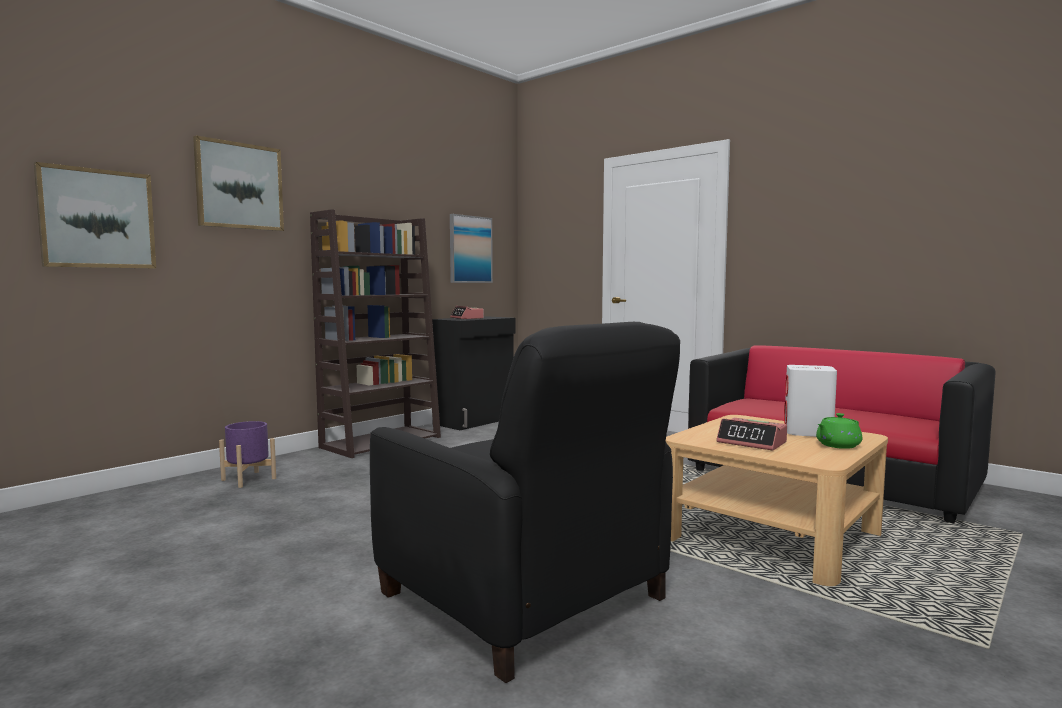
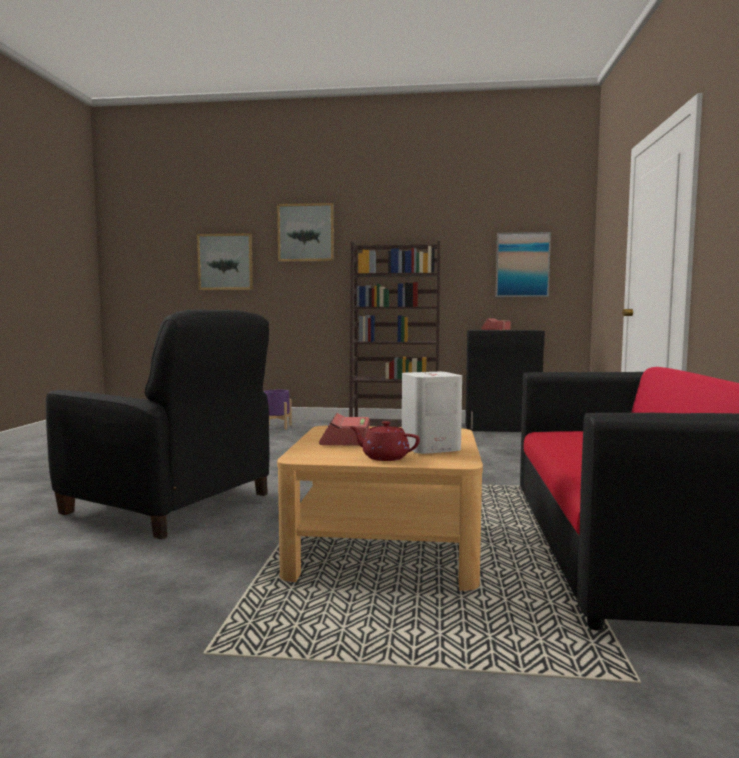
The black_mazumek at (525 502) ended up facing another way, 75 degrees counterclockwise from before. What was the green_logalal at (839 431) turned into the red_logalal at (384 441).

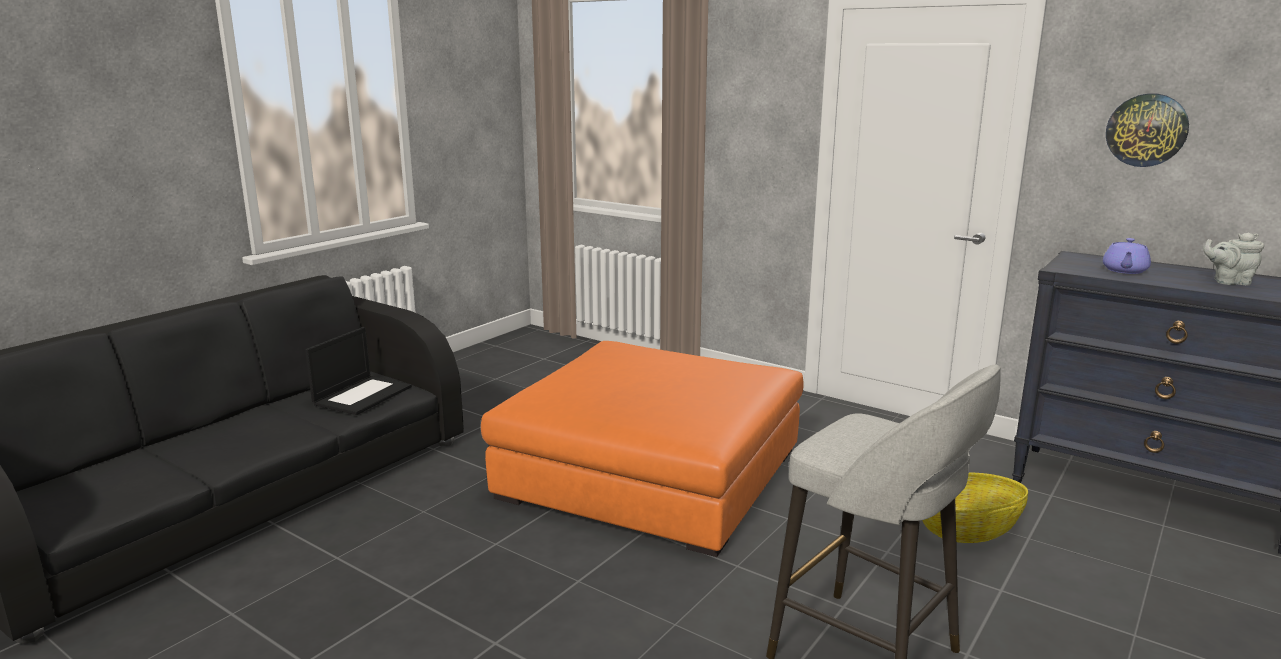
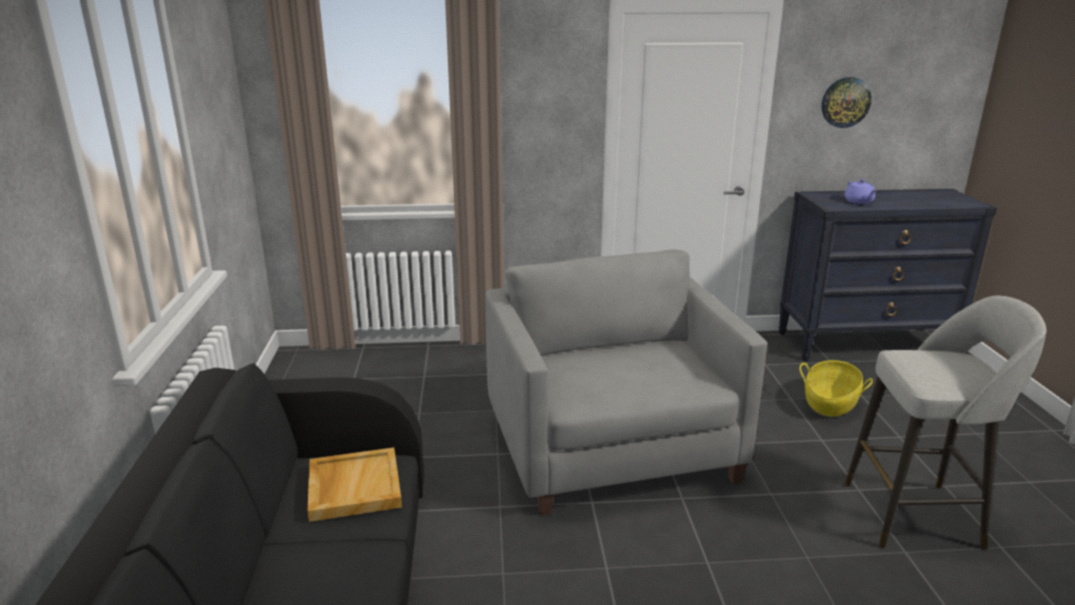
Where the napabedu stood at (358 371), the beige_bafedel came to stand at (354 484). Where the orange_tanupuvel stood at (642 449), the grey_mazumek came to stand at (626 382). The second view lost the grey_logalal at (1233 258).

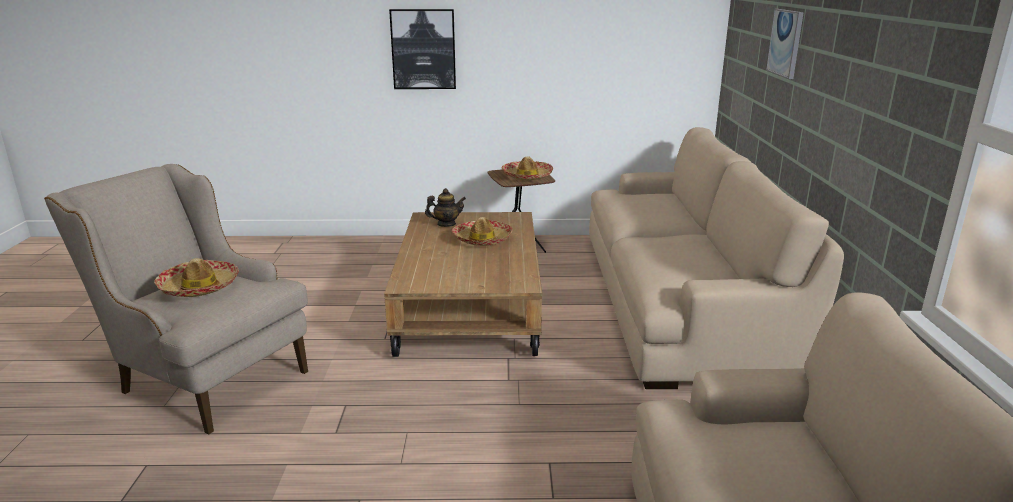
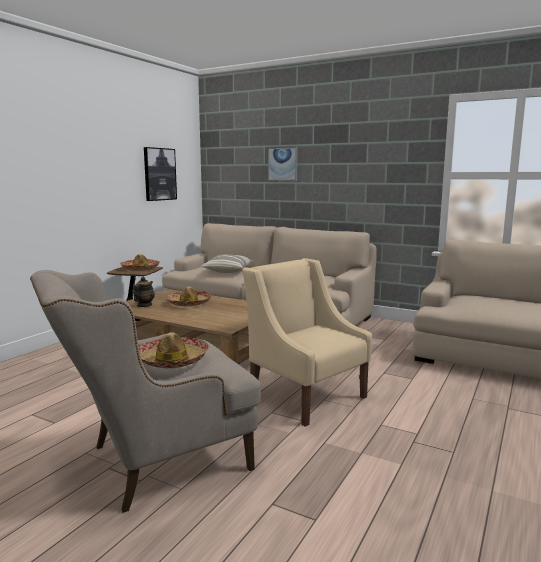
The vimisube ended up elsewhere, having gone from (422 49) to (160 174). The second view gained the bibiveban at (227 264). The second view gained the beige_mazumek at (307 342).

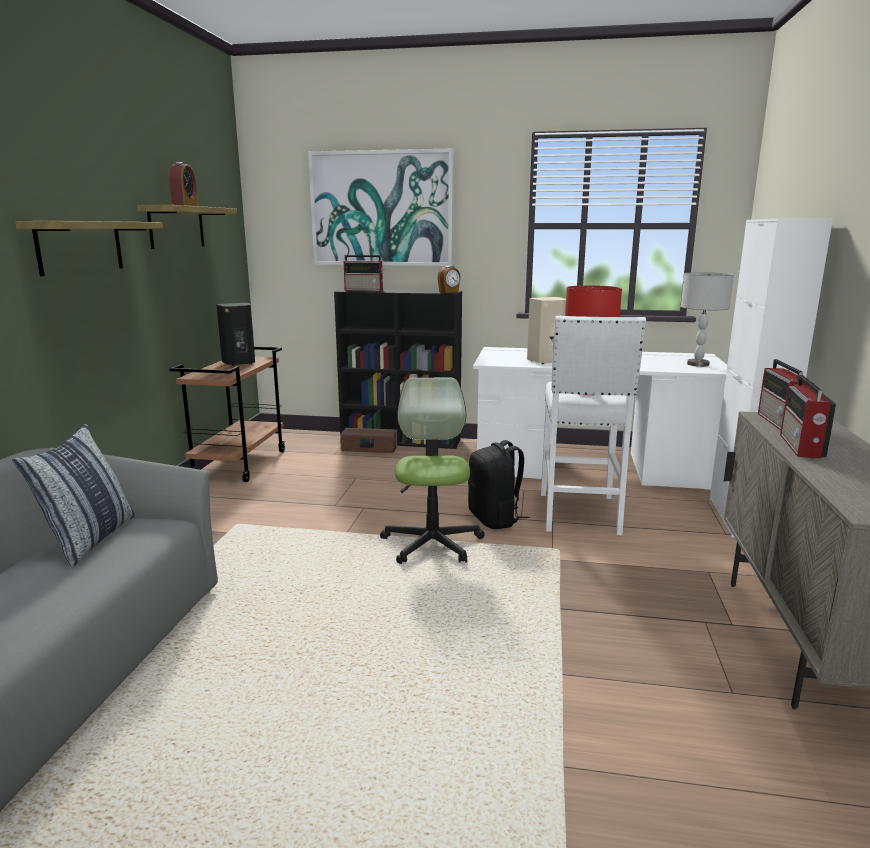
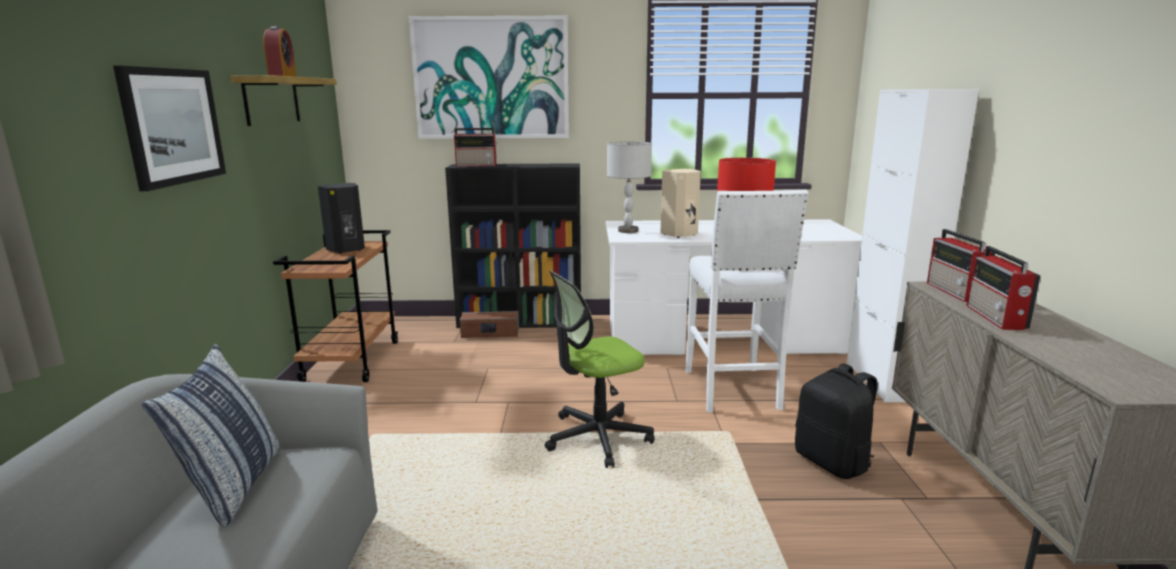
Where the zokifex hung at (89 248), the vimisube came to hang at (169 128). The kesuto at (432 471) ended up facing another way, 105 degrees counterclockwise from before. The second view lost the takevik at (449 279). The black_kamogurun ended up elsewhere, having gone from (499 484) to (836 421). The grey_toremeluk ended up elsewhere, having gone from (707 319) to (629 187).

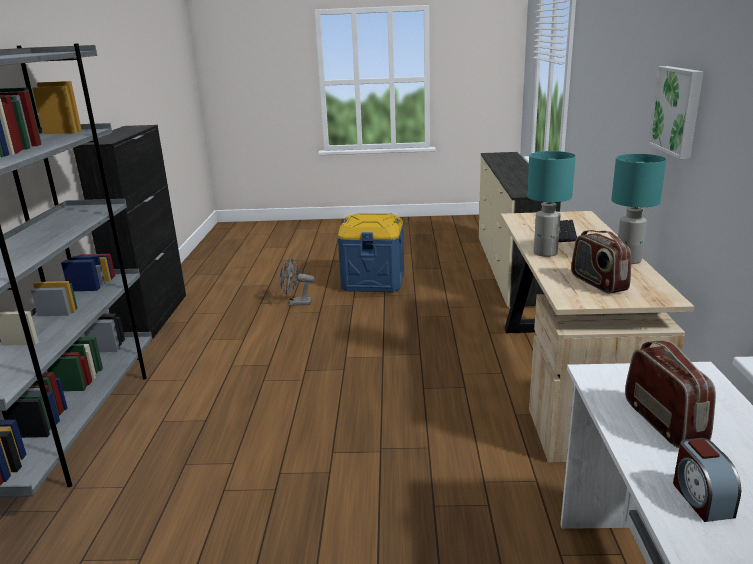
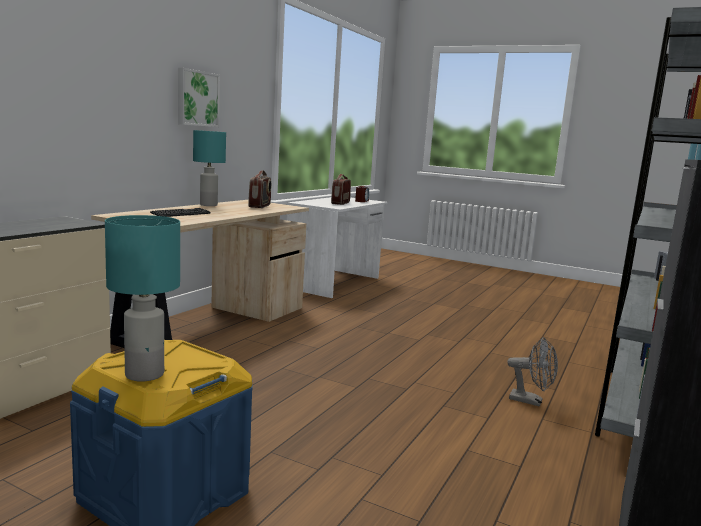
The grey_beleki ended up elsewhere, having gone from (297 282) to (532 372). The turquoise_toremeluk ended up elsewhere, having gone from (551 204) to (142 298).

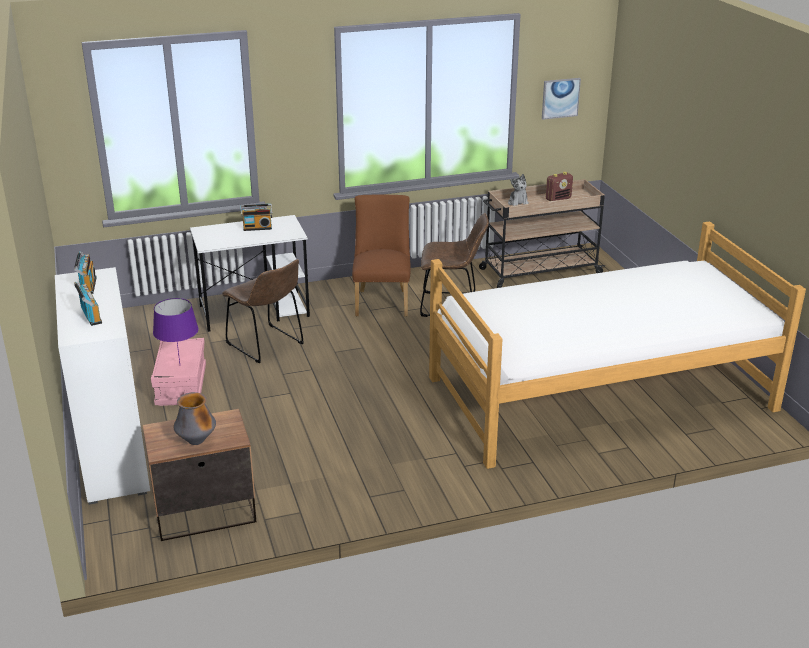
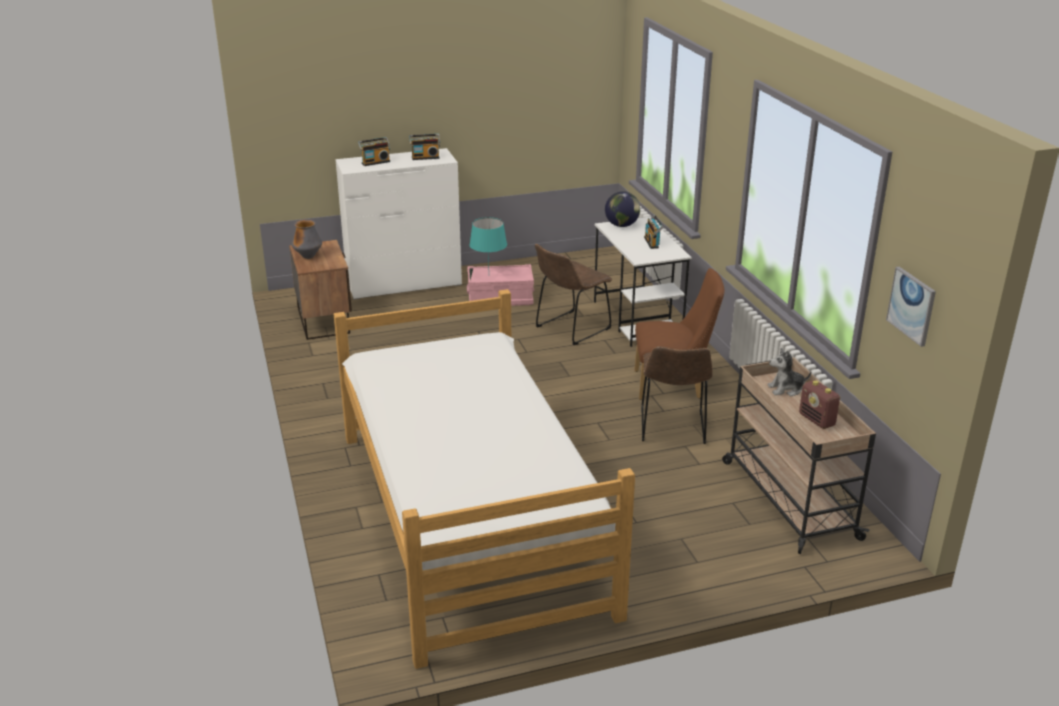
What was the purple_toremeluk at (176 330) turned into the turquoise_toremeluk at (488 241). The second view gained the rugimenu at (622 209).

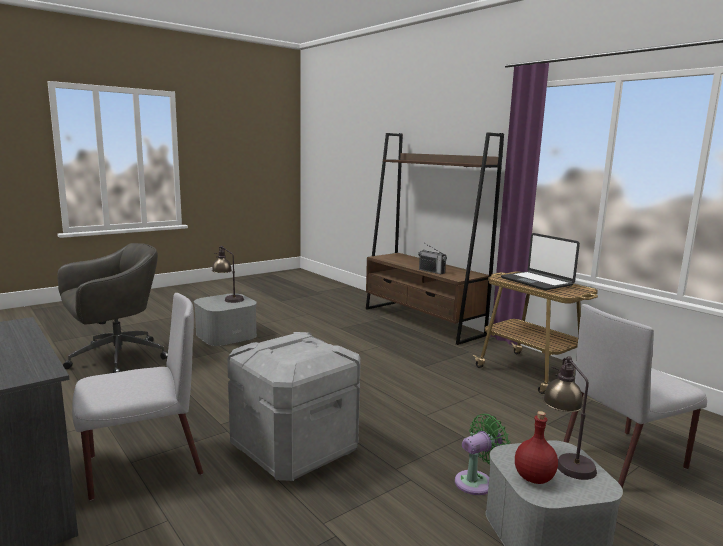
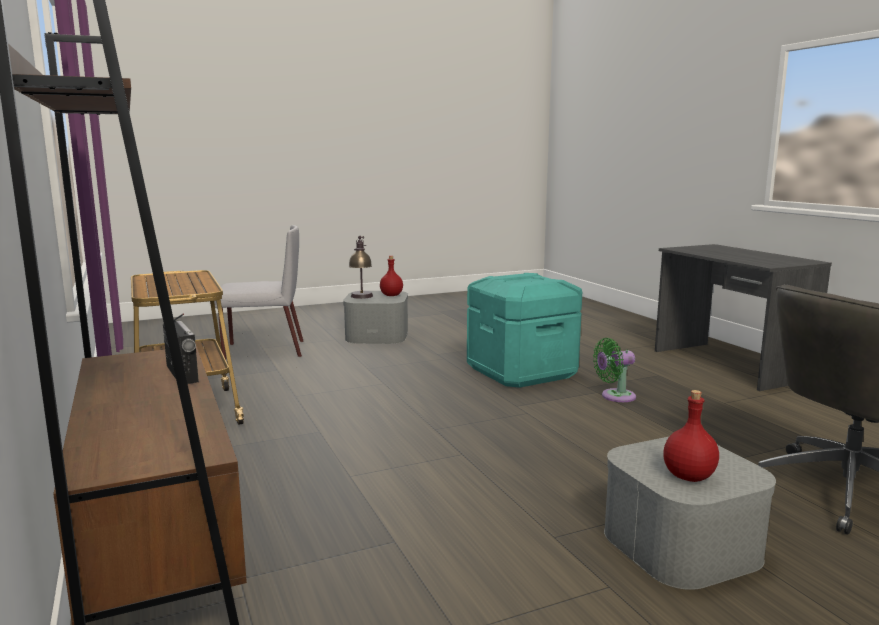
The second view lost the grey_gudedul at (137 396). Where the toremeluk stood at (228 274), the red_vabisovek came to stand at (691 436). What was the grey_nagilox at (294 406) turned into the turquoise_nagilox at (524 330). The green_beleki ended up elsewhere, having gone from (482 454) to (614 370). The second view lost the napabedu at (540 261).

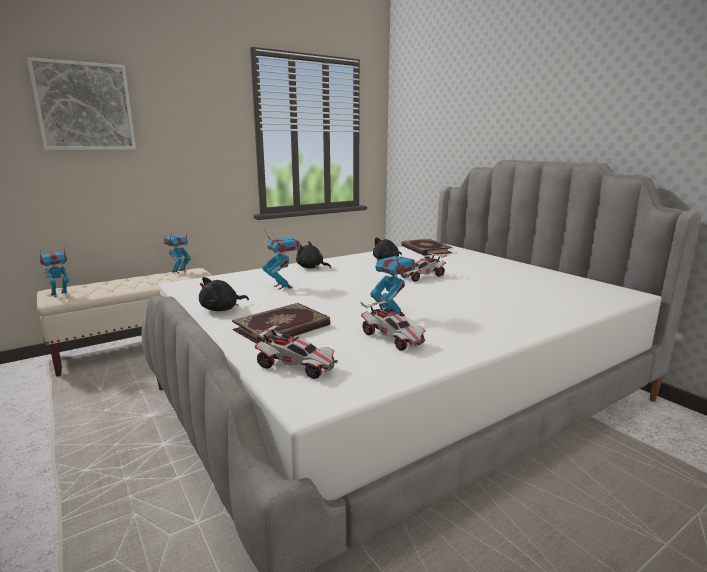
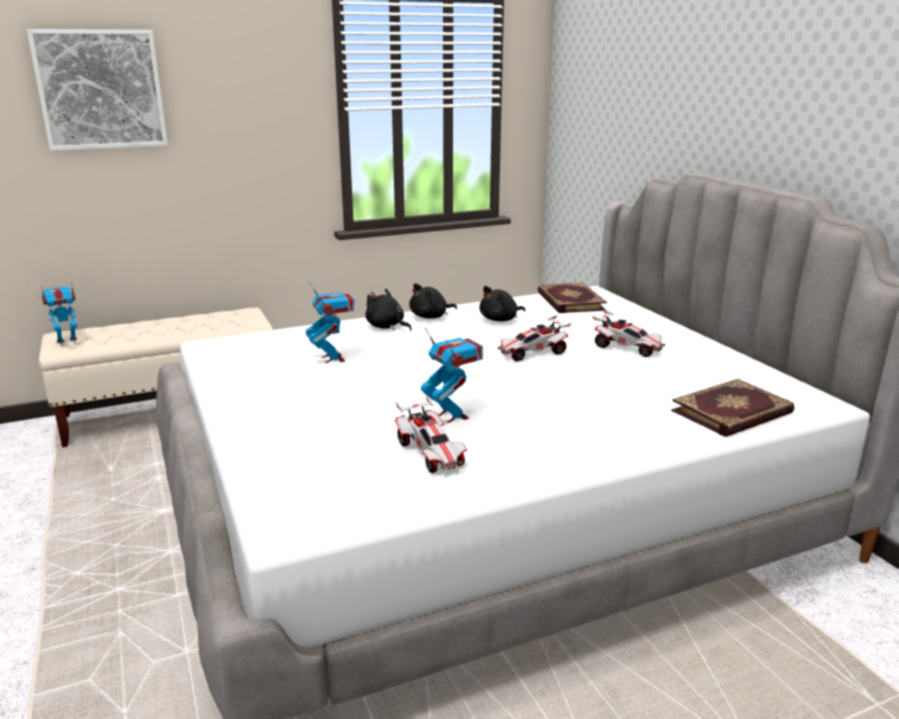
The second view lost the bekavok at (177 251). The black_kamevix ended up elsewhere, having gone from (224 294) to (433 301). The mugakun ended up elsewhere, having gone from (281 323) to (732 408). The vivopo ended up elsewhere, having gone from (294 350) to (628 333).

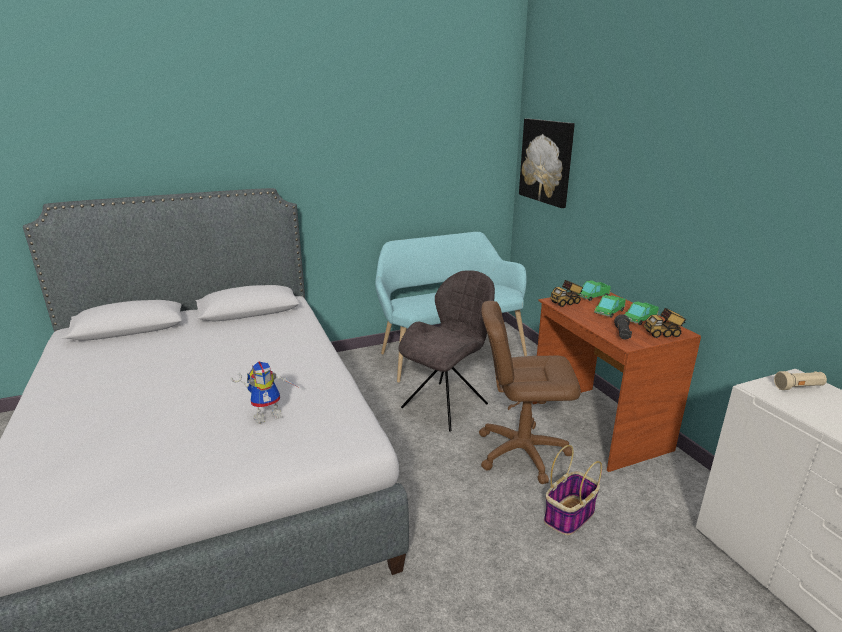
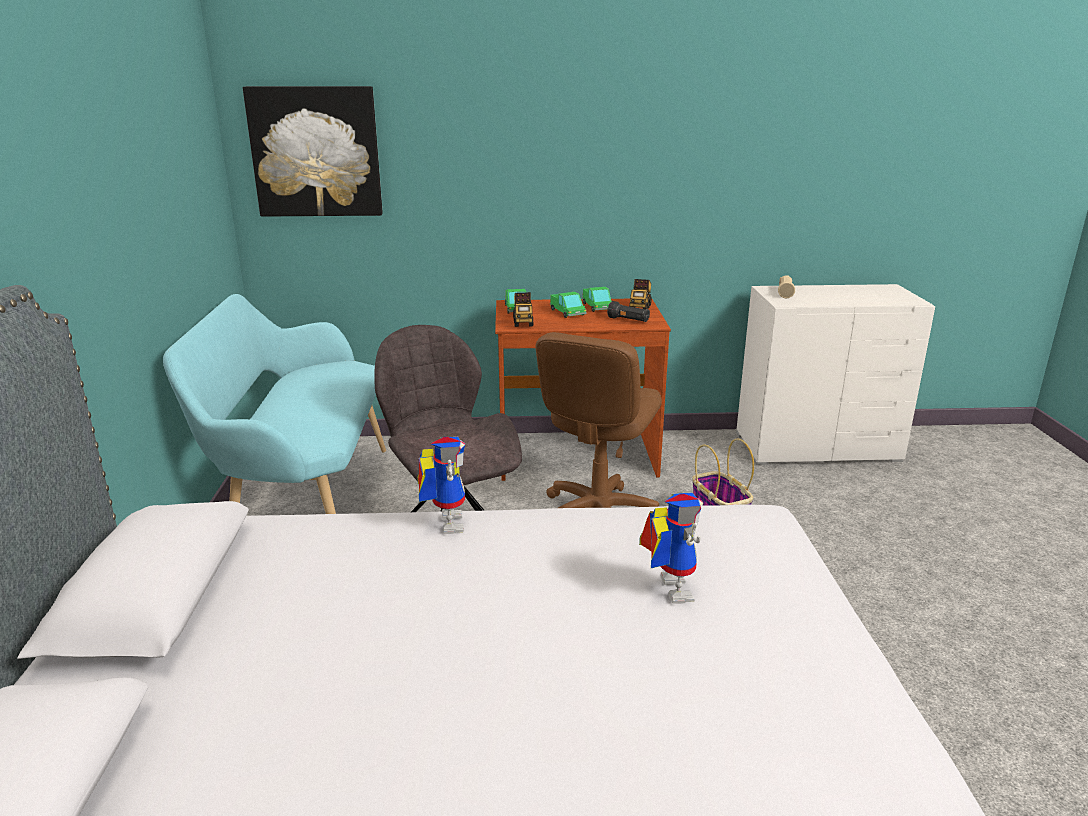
The second view gained the bekavok at (441 485).

